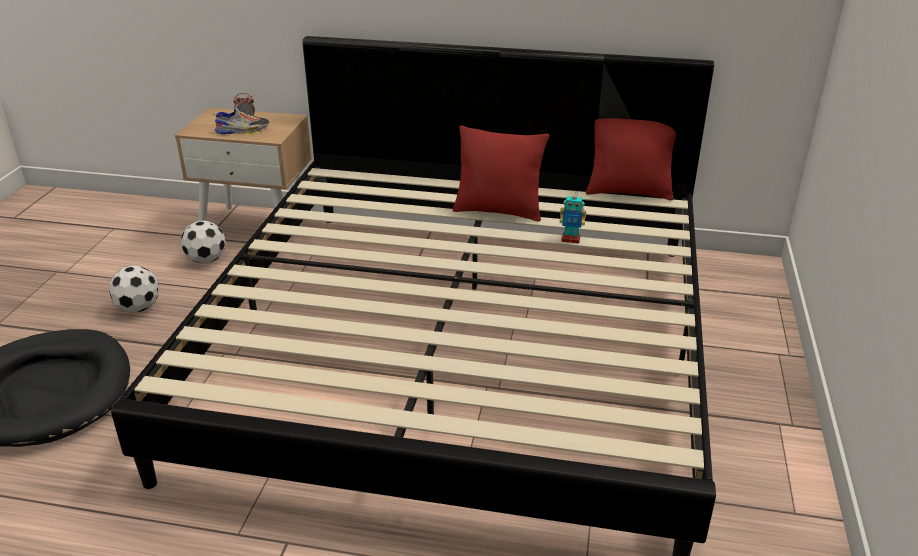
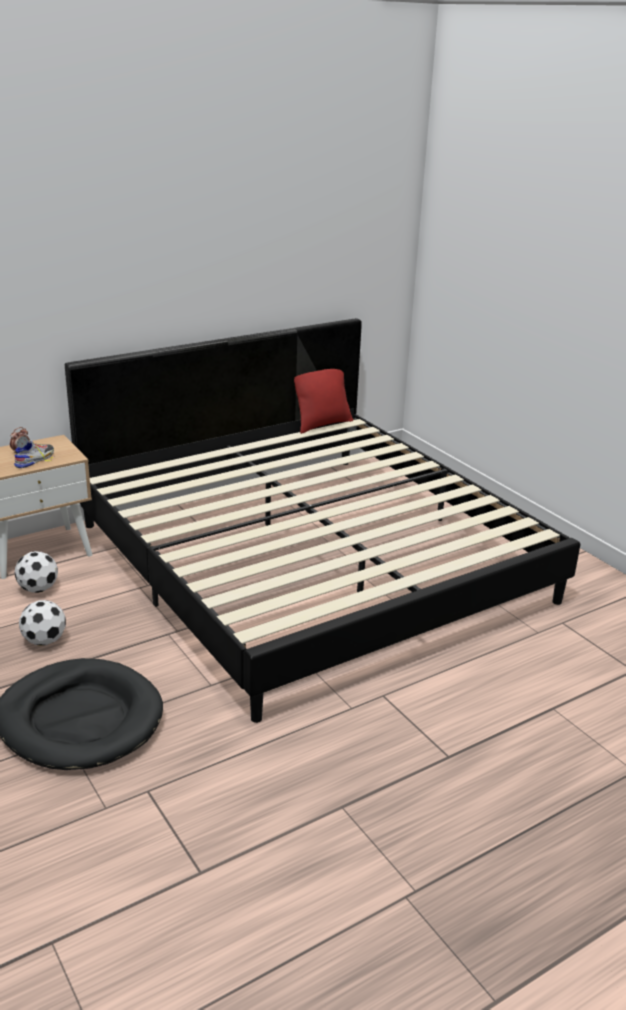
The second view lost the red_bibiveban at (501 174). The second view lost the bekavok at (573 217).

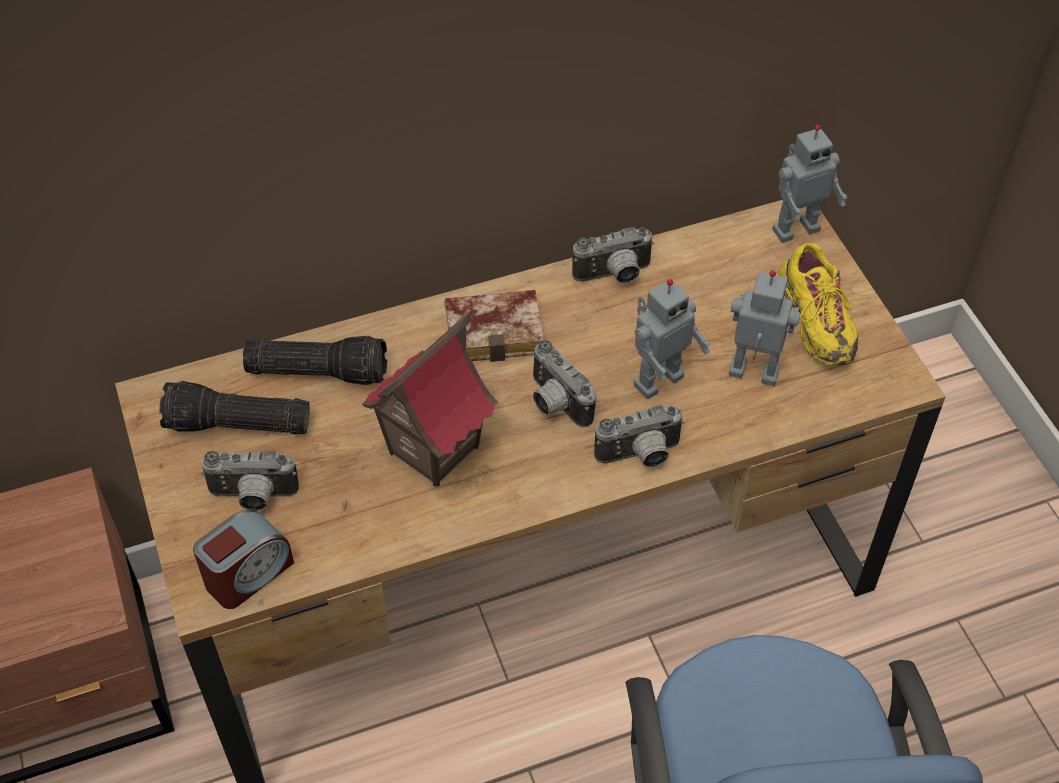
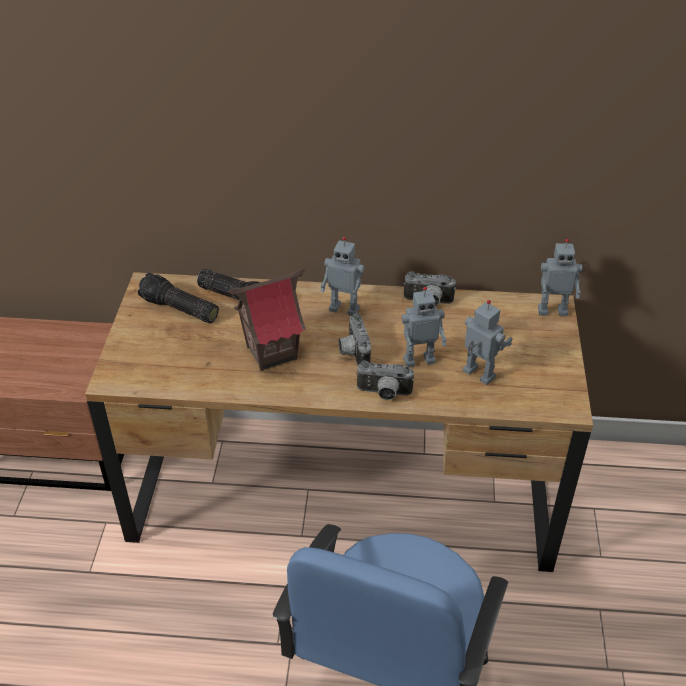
The second view lost the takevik at (243 559). The second view lost the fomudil at (250 481). Where the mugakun stood at (494 326), the bekavok came to stand at (342 276). The second view lost the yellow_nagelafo at (818 304).

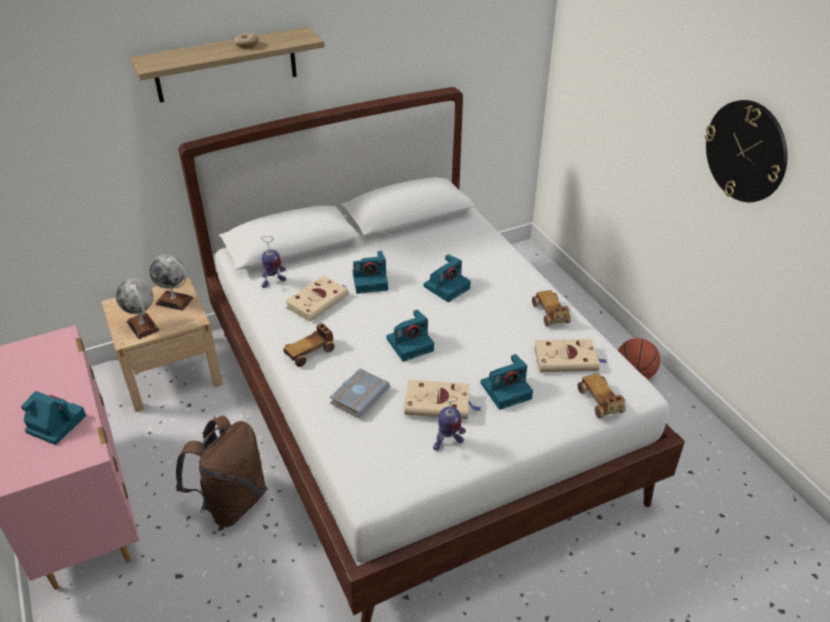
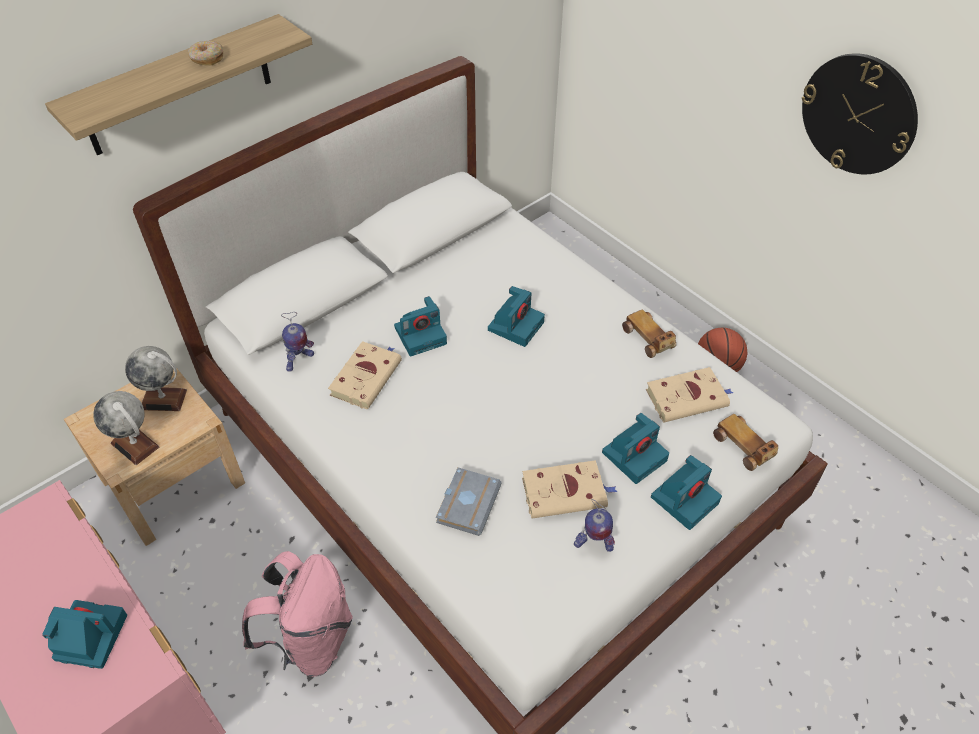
What was the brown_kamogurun at (221 471) turned into the pink_kamogurun at (297 614). The second view lost the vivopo at (309 345). The fomudil ended up elsewhere, having gone from (410 335) to (686 492). The bekavok at (449 423) ended up facing another way, 45 degrees clockwise from before.

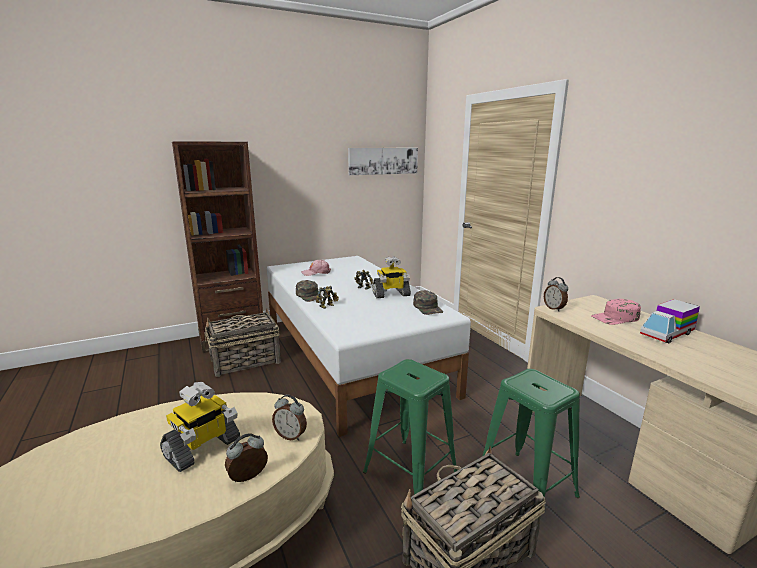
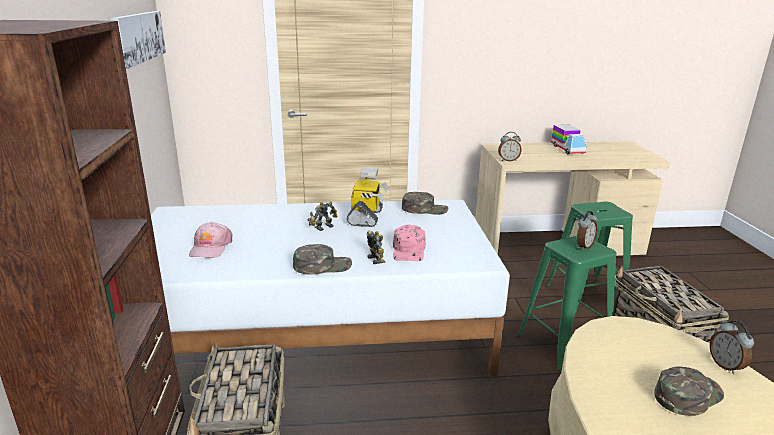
Where the bekavok stood at (200 427), the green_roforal came to stand at (689 391). The takevik ended up elsewhere, having gone from (289 418) to (587 230). The pink_roforal ended up elsewhere, having gone from (616 312) to (409 243).

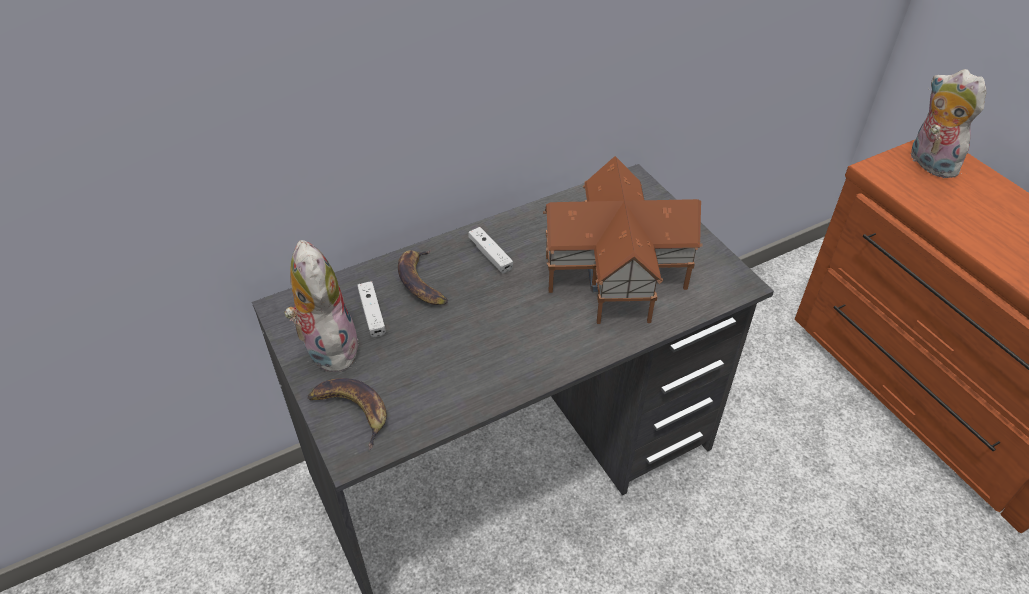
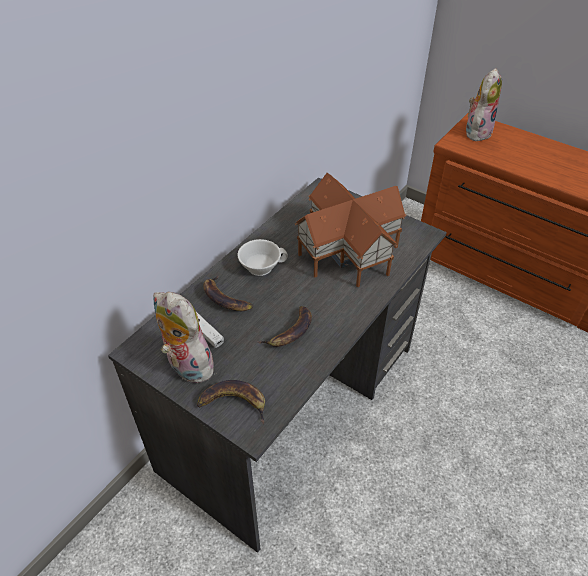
Where the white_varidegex stood at (491 250), the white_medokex came to stand at (263 257). The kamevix at (948 123) ended up facing another way, 90 degrees clockwise from before. The second view gained the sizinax at (284 326).

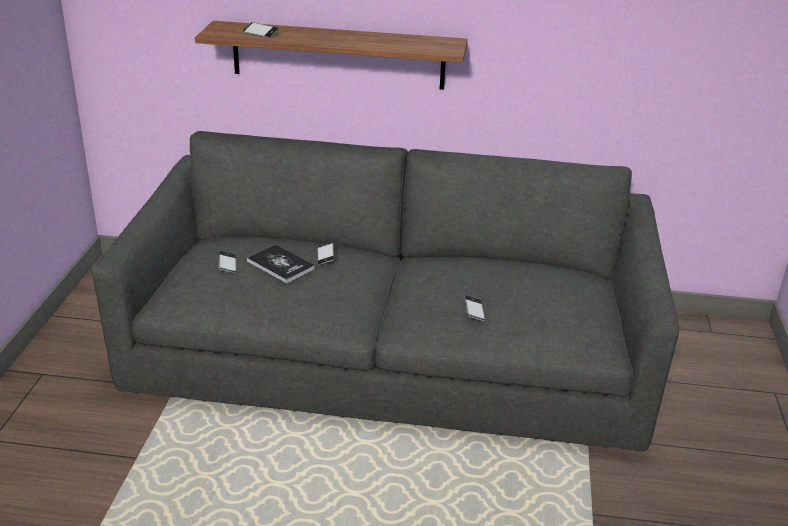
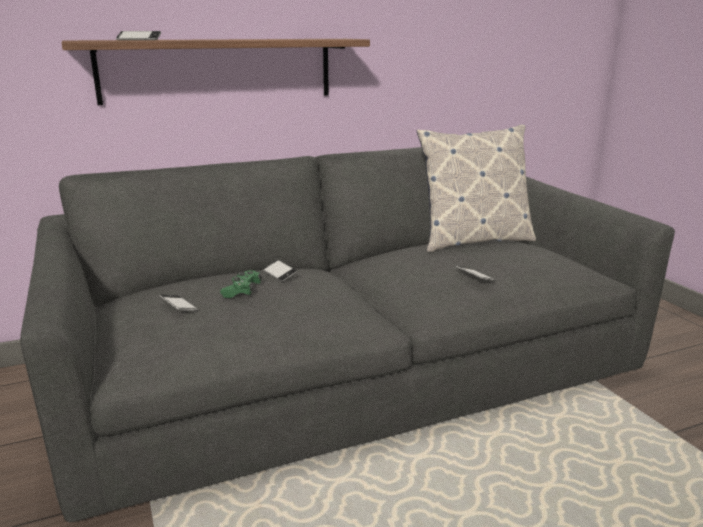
Where the mugakun stood at (281 264), the green_varidegex came to stand at (241 284). The second view gained the bibiveban at (476 188).

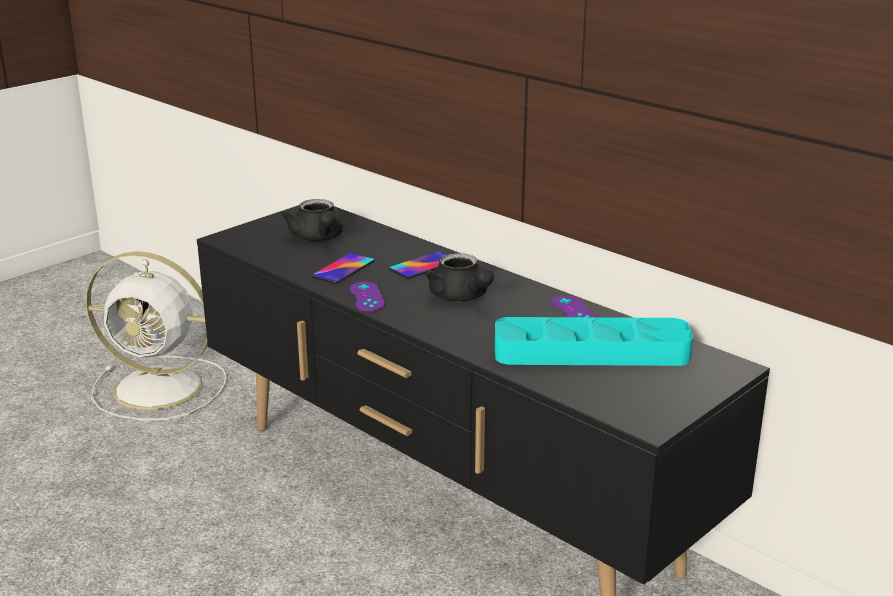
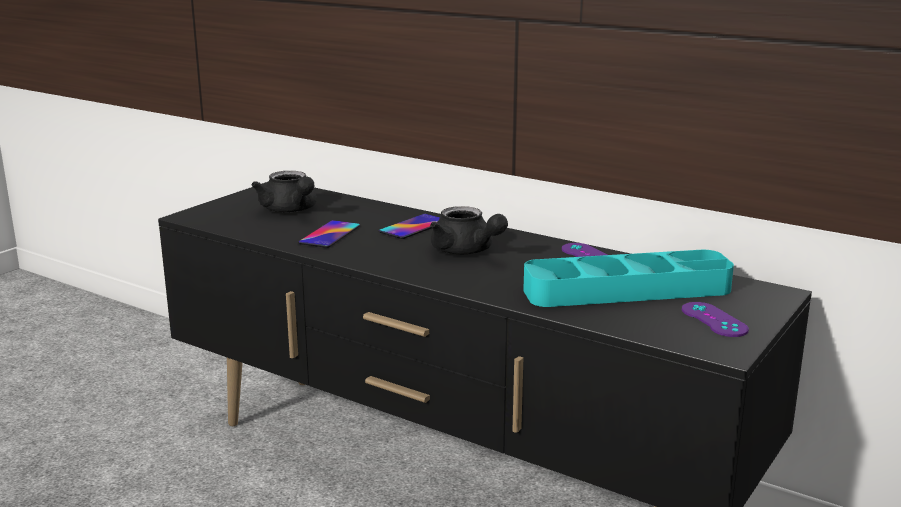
The second view lost the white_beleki at (156 336). The purple_varidegex ended up elsewhere, having gone from (367 296) to (715 319).

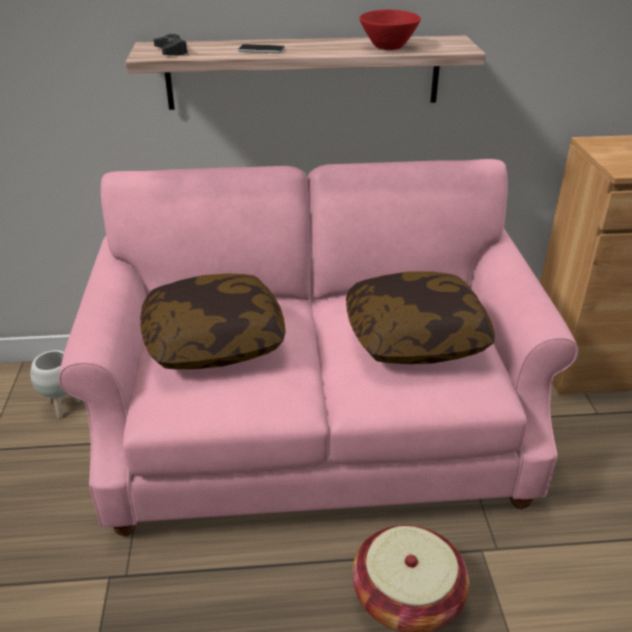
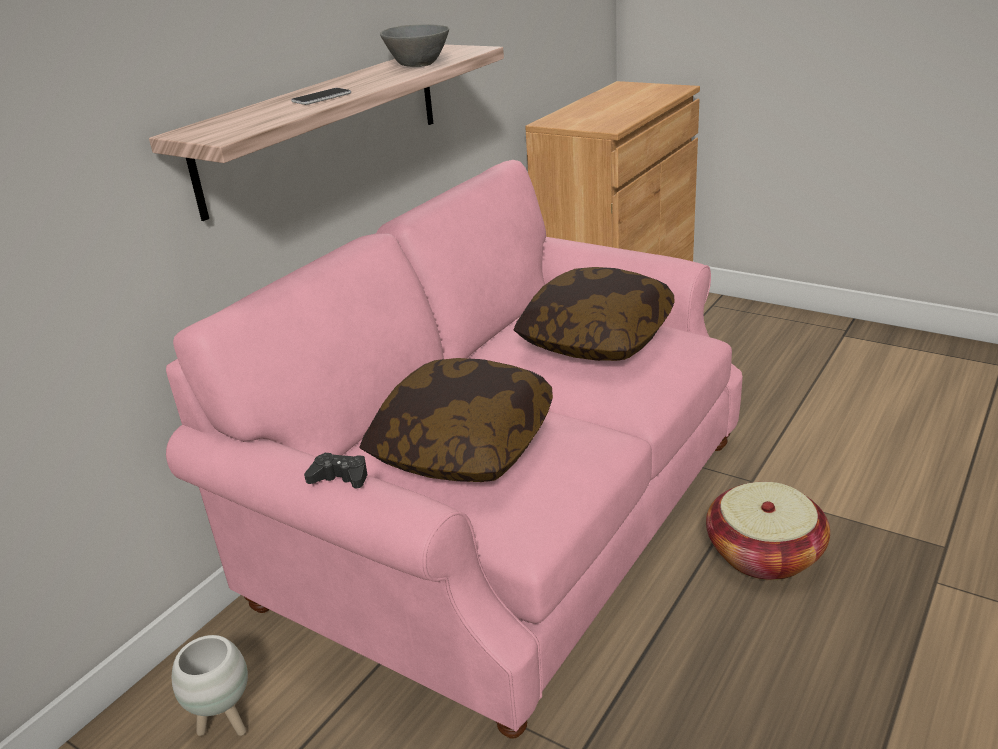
The black_varidegex ended up elsewhere, having gone from (171 44) to (335 470). What was the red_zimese at (390 29) turned into the grey_zimese at (414 45).

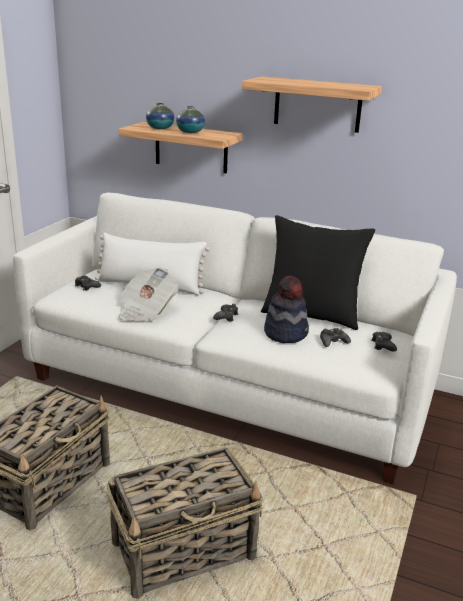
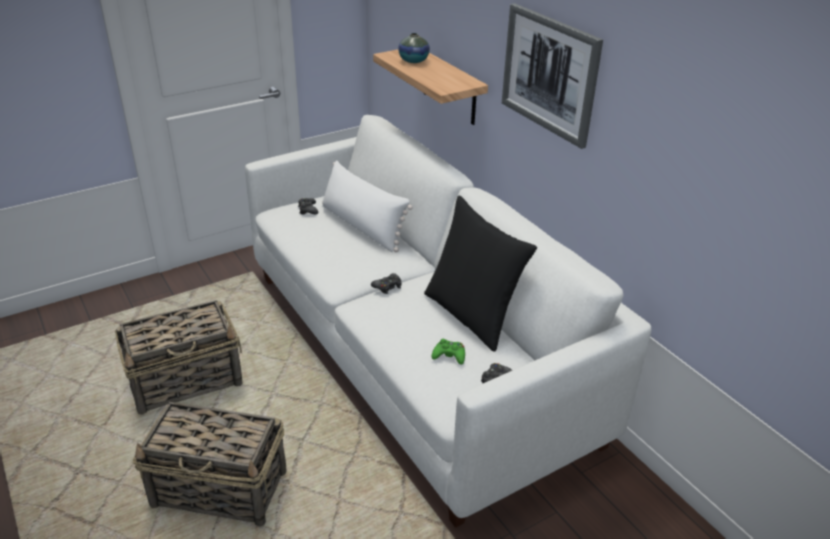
The second view lost the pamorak at (149 294). The second view lost the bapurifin at (190 119). Where the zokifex hung at (312 104), the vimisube came to hang at (552 76). The second view lost the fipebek at (286 309). What was the black_varidegex at (335 337) turned into the green_varidegex at (448 352).

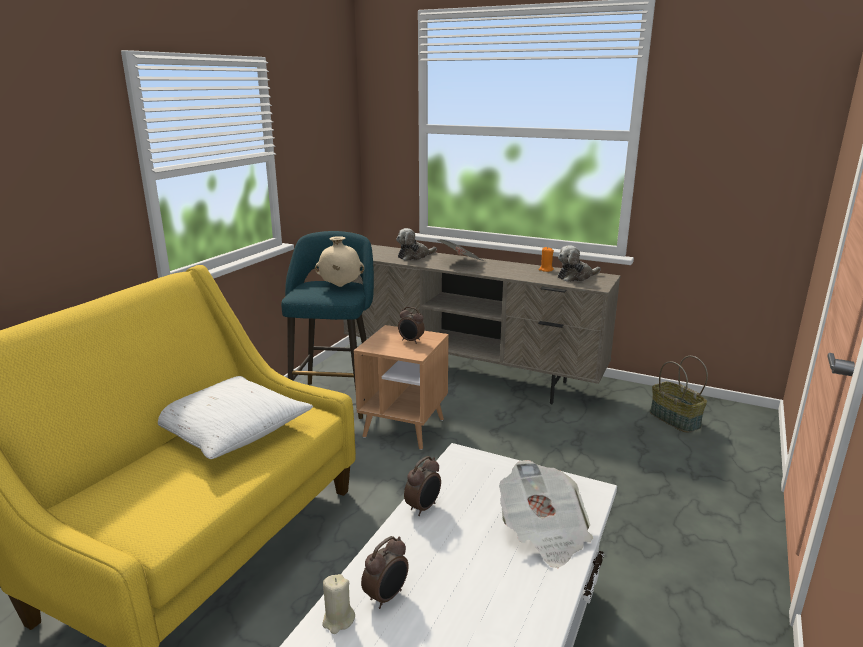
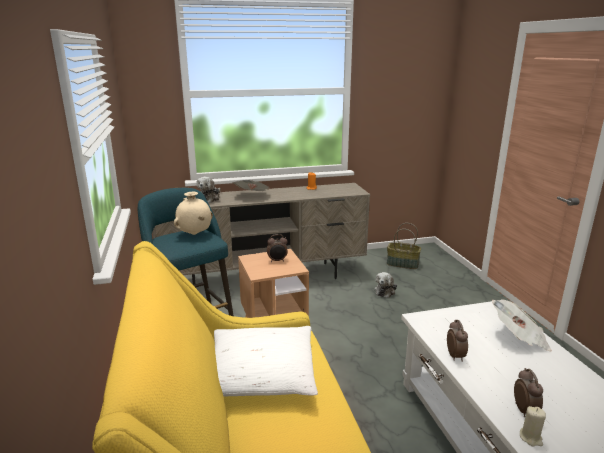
The kamevix ended up elsewhere, having gone from (579 263) to (385 285).

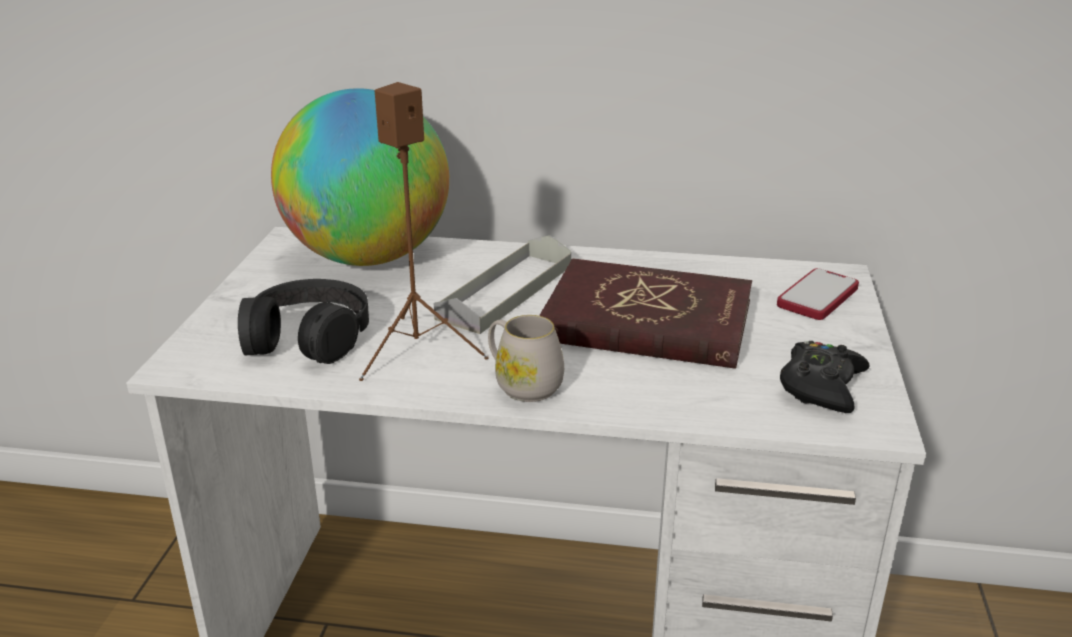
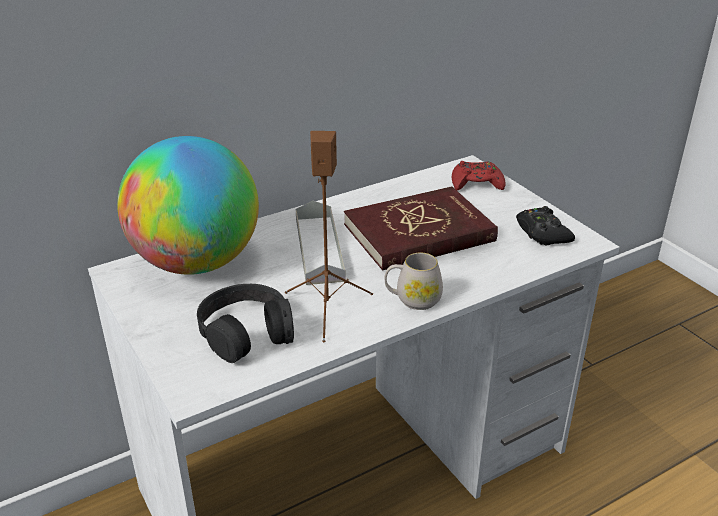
Where the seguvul stood at (818 294), the red_varidegex came to stand at (479 175).

